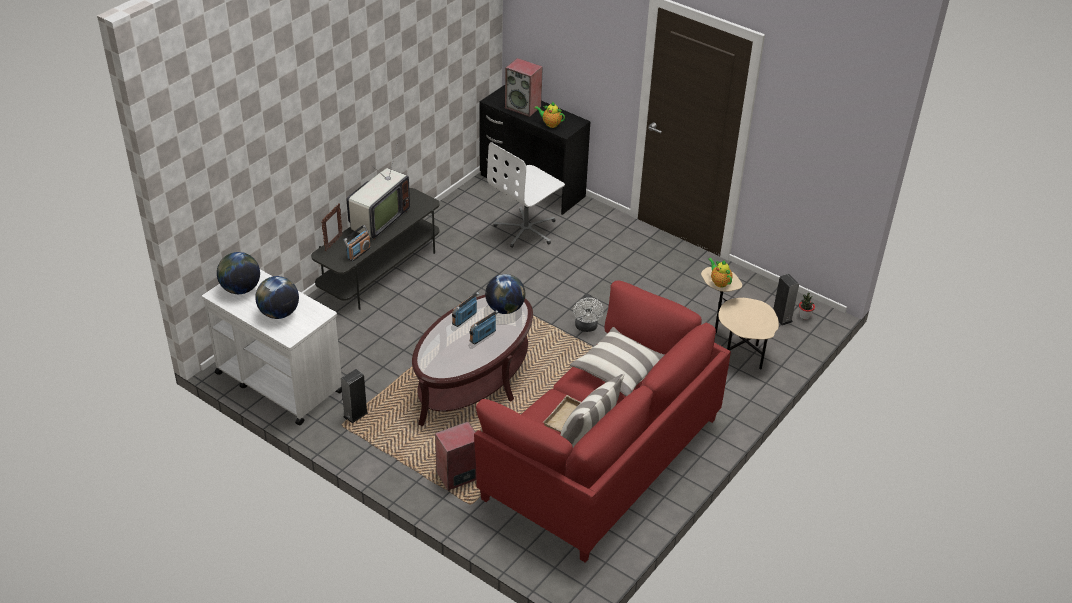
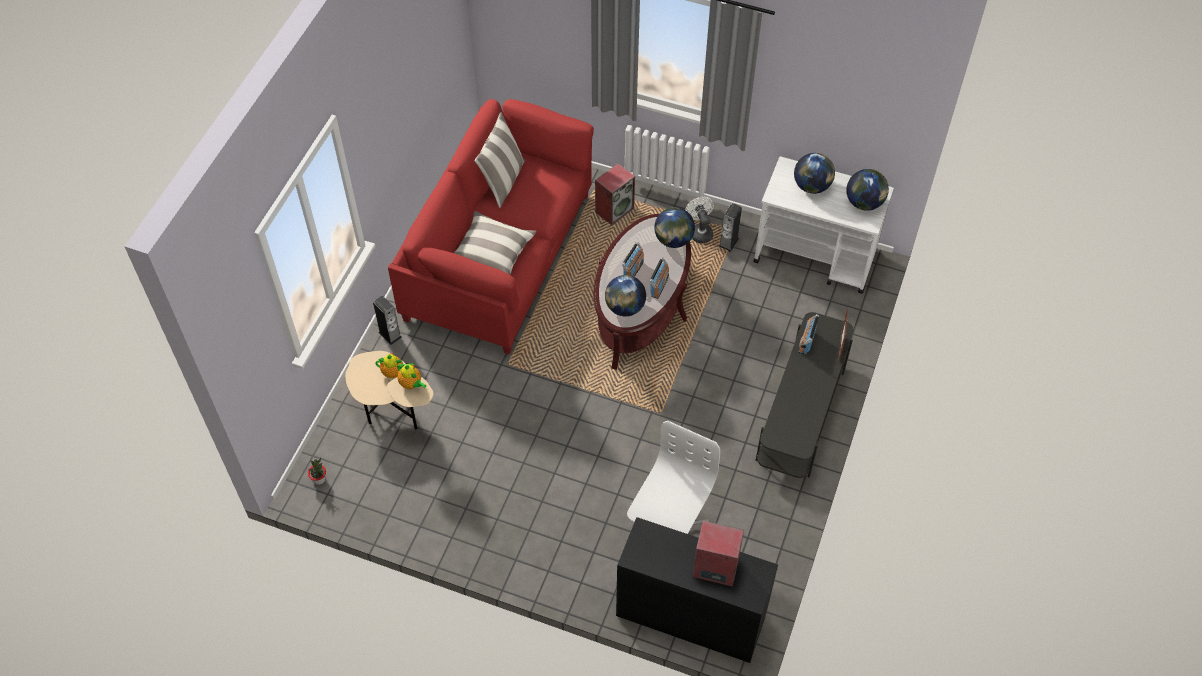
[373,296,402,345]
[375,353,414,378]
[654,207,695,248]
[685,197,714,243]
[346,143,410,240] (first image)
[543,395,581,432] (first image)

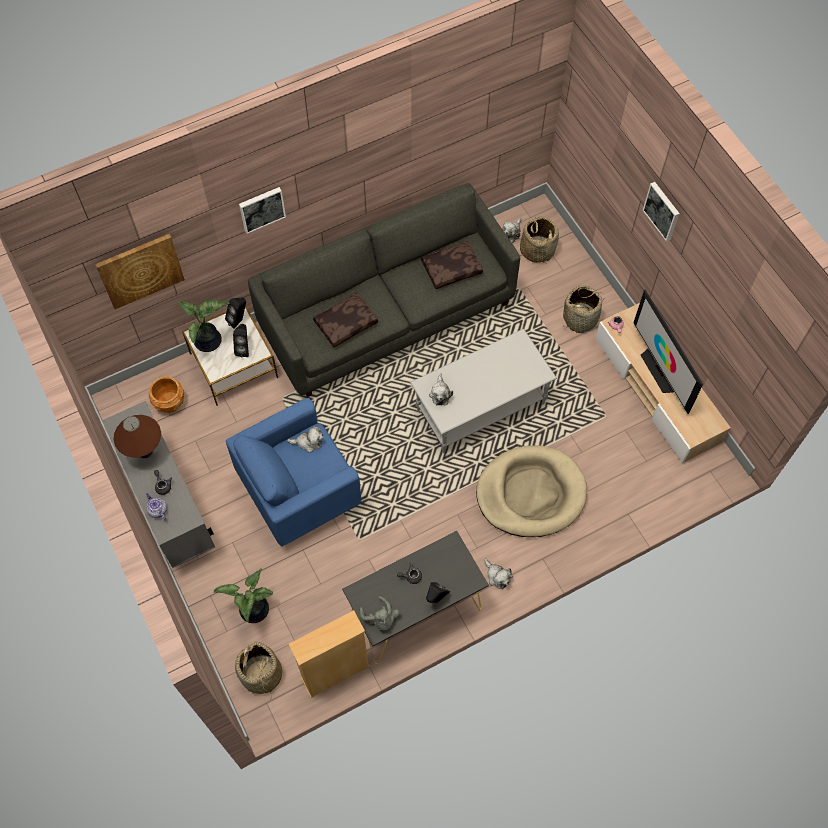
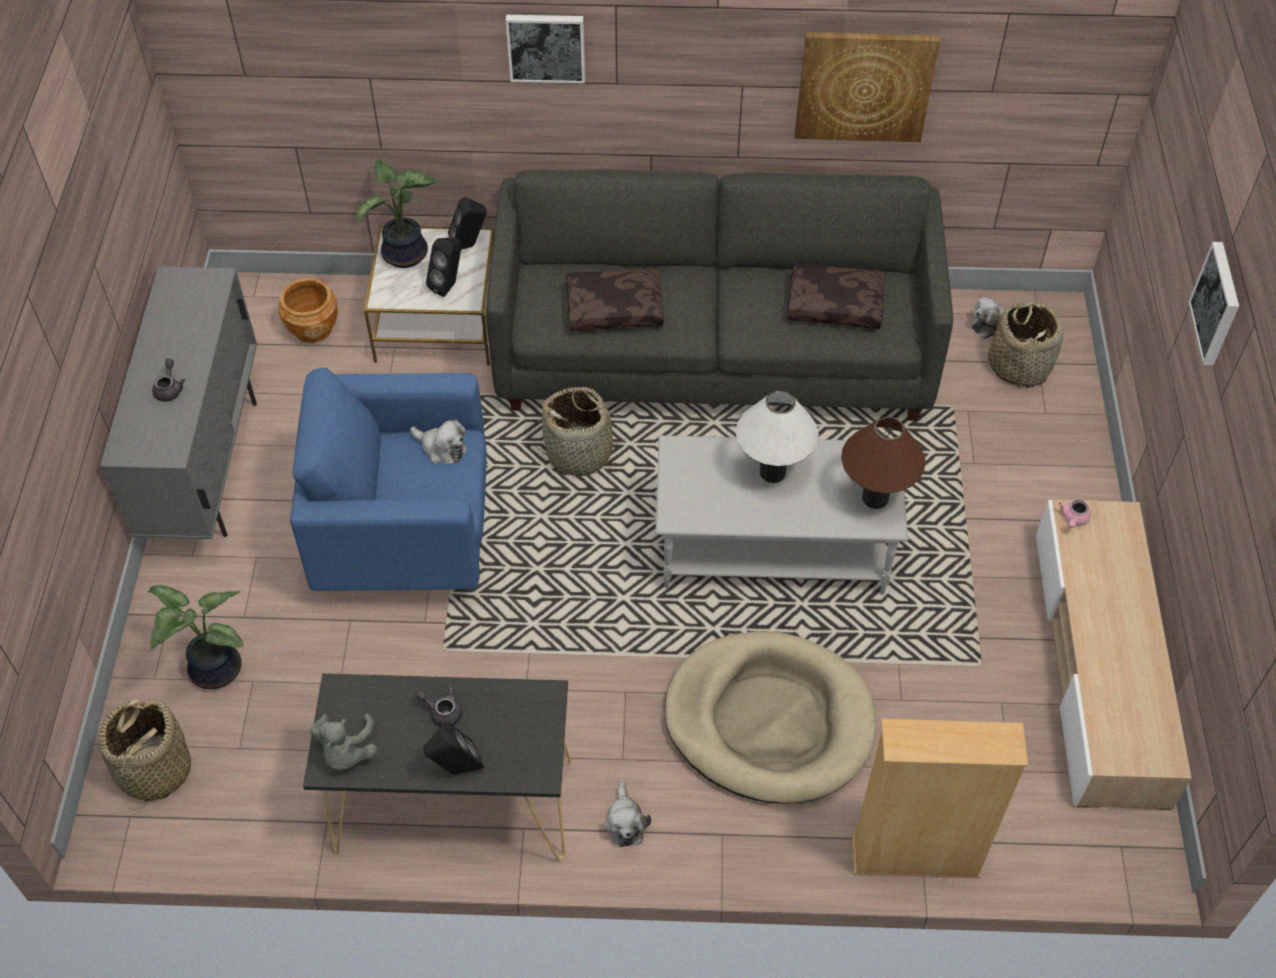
[536,387,628,476]
[736,391,819,483]
[795,32,940,142]
[841,417,925,509]
[852,719,1028,878]
[146,493,167,520] (first image)
[429,373,453,405] (first image)
[633,290,703,414] (first image)

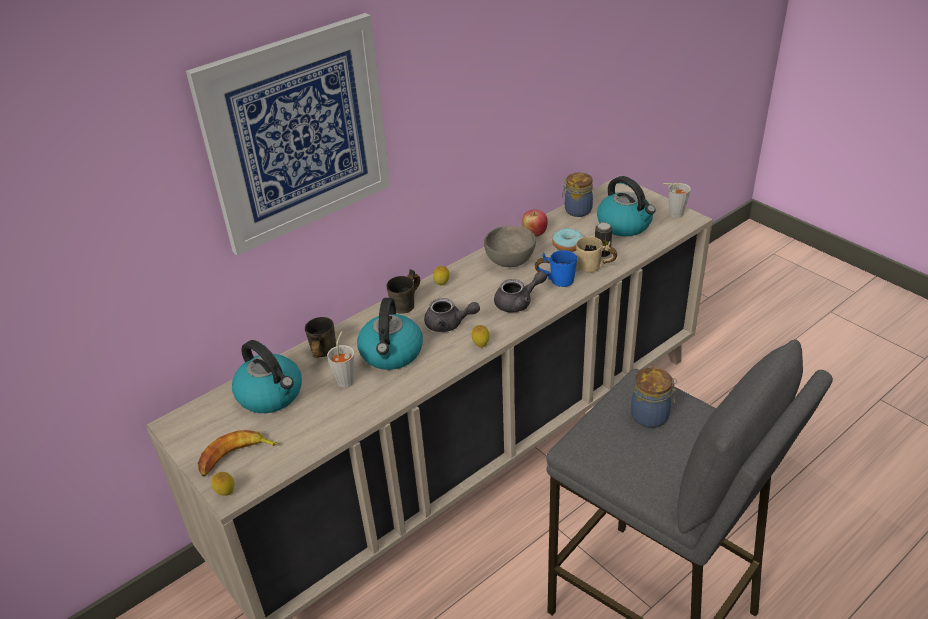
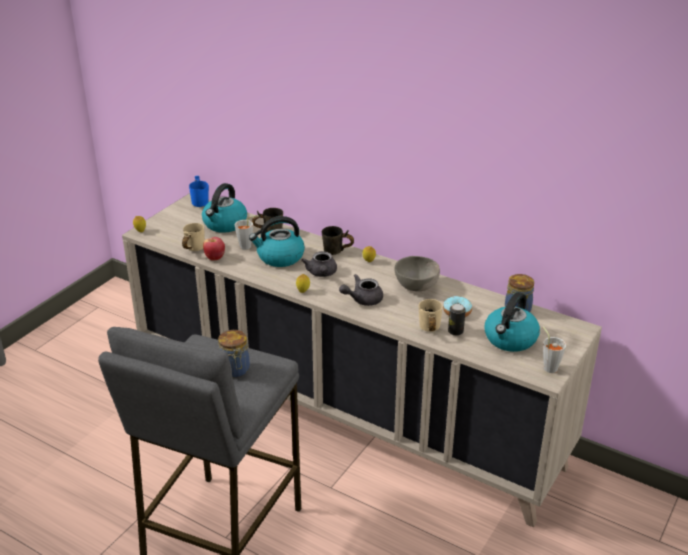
[182,223,205,251]
[189,176,209,207]
[203,237,225,261]
[339,274,383,306]
[186,13,391,256] (first image)
[197,430,280,477] (first image)

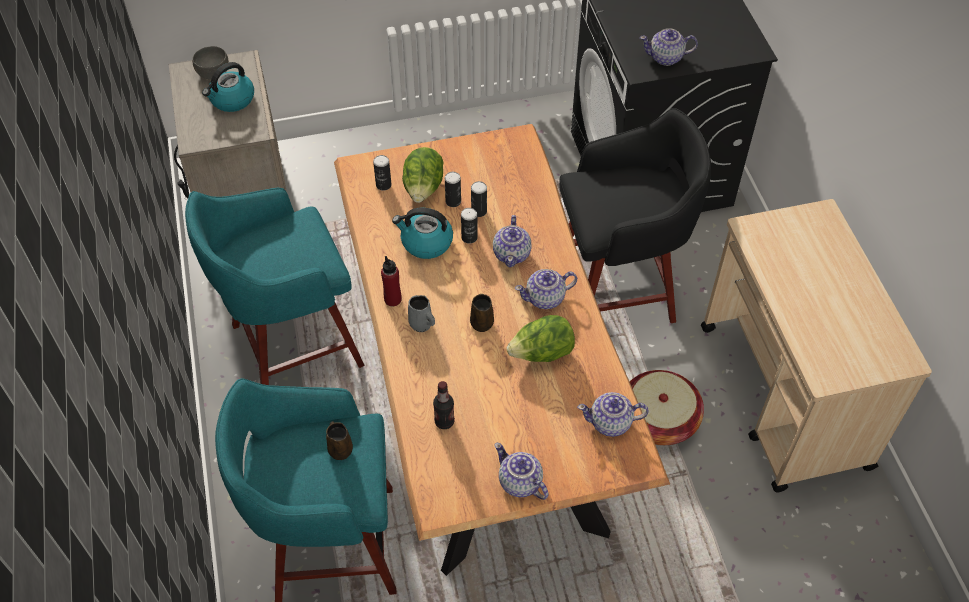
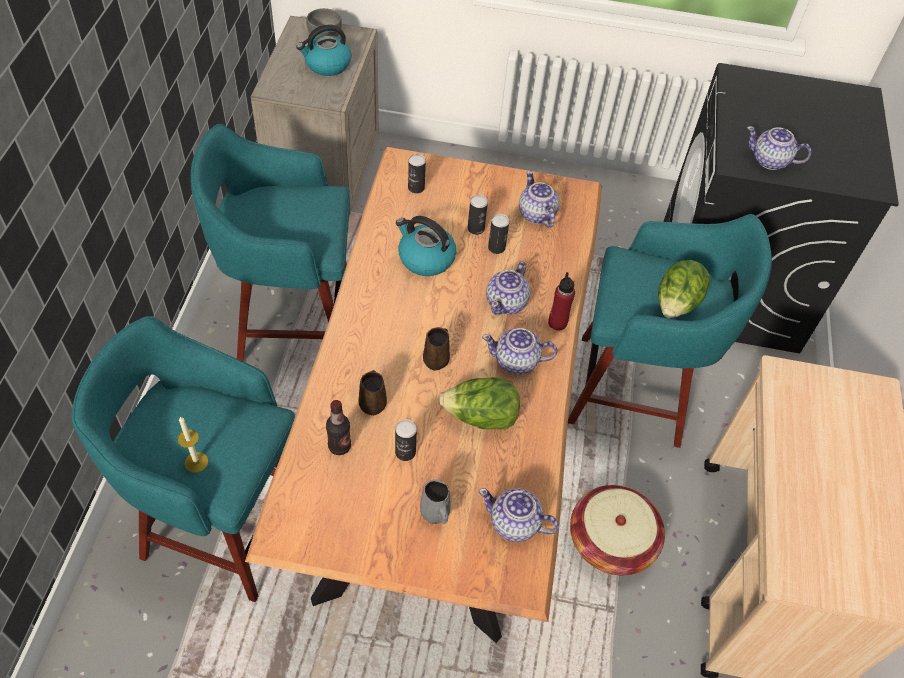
[177,416,208,473]
[359,370,387,415]
[395,419,417,461]
[420,479,450,524]
[519,171,559,228]
[548,272,575,330]
[568,214,772,448]
[658,260,711,318]

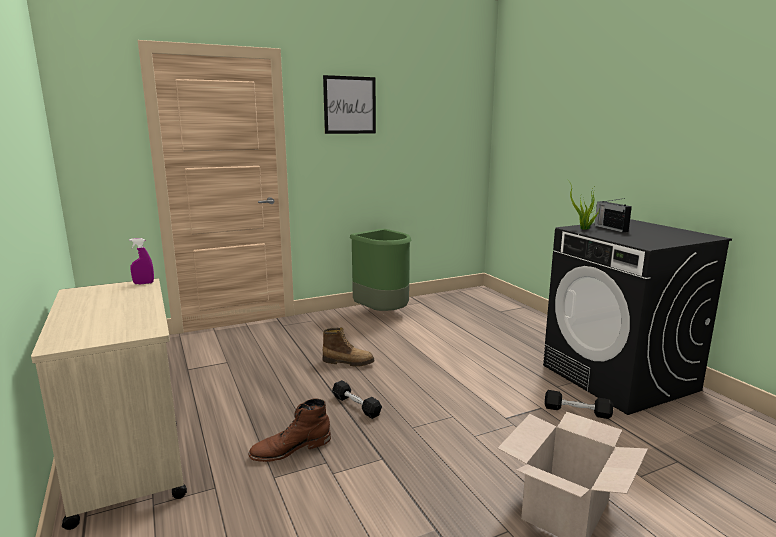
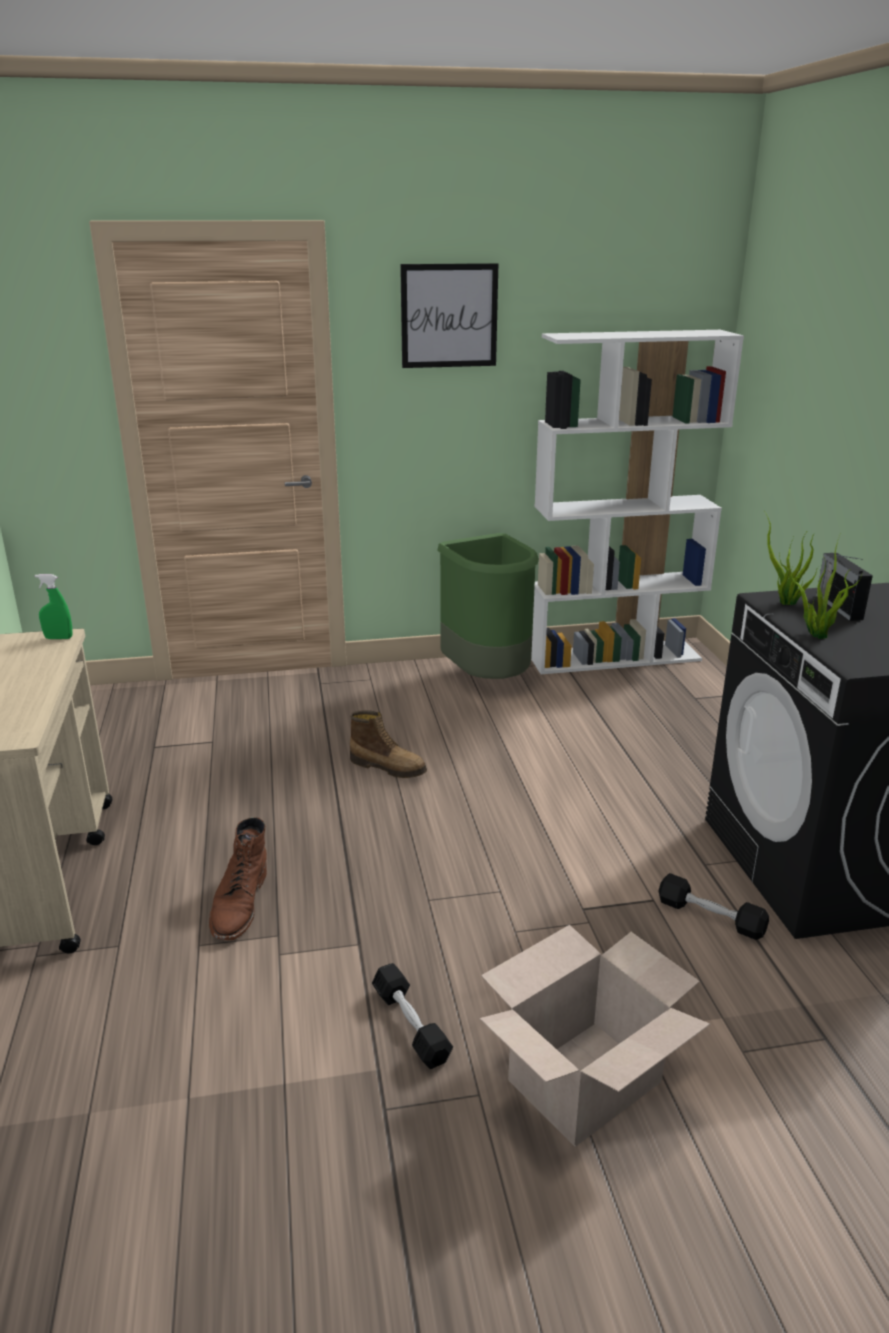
[35,574,72,639]
[209,817,267,941]
[372,963,453,1069]
[531,330,744,674]
[791,534,862,639]

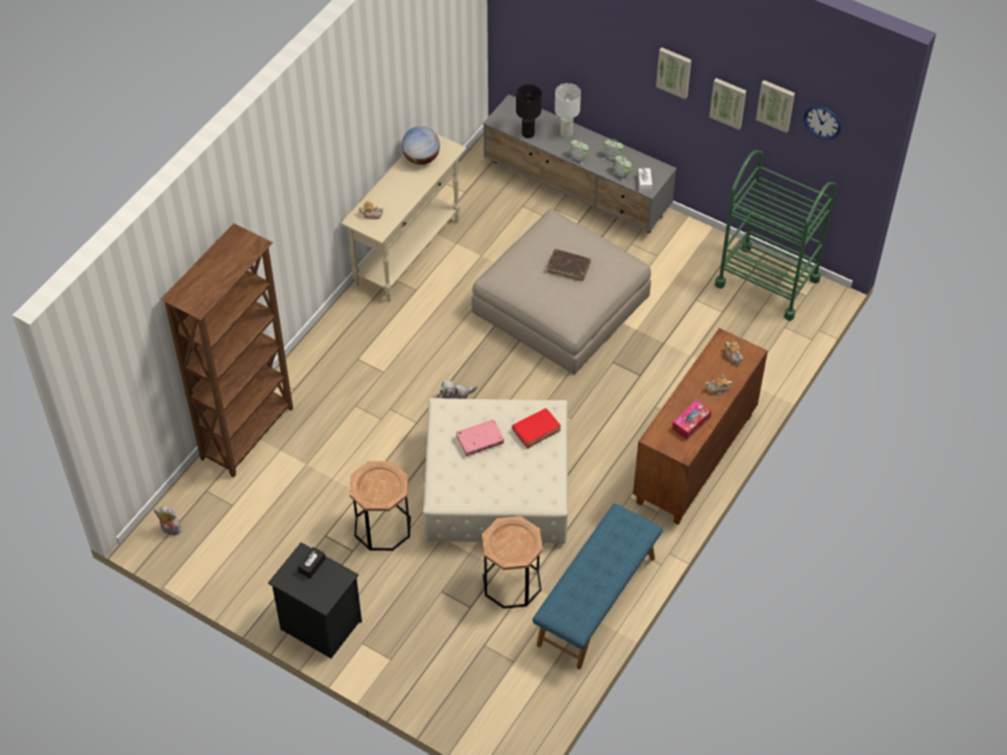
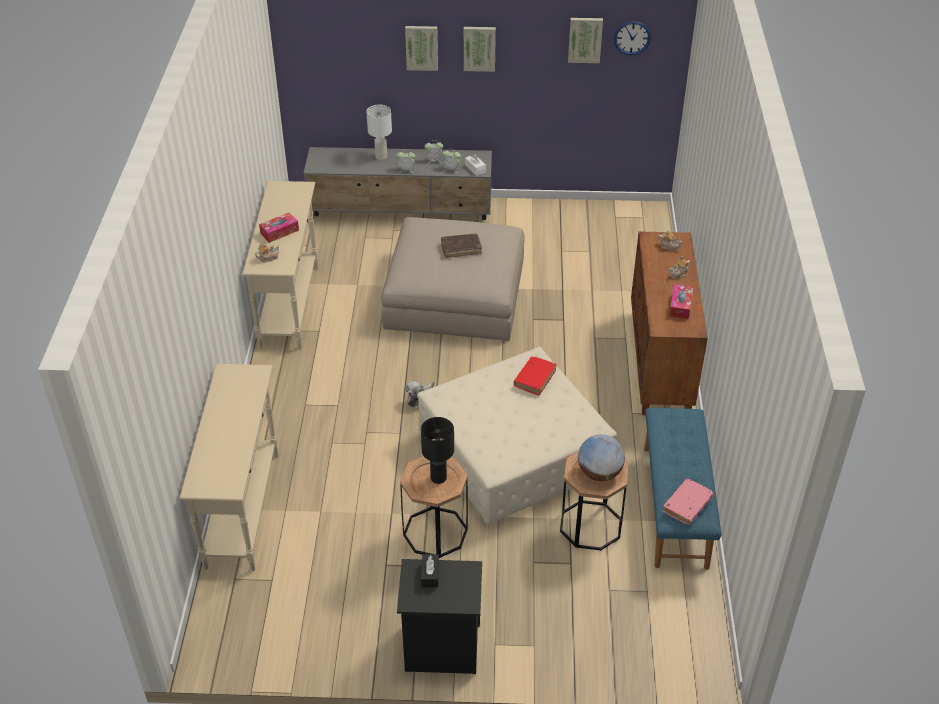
[179,364,278,571]
[259,213,299,243]
[405,26,438,71]
[421,417,454,484]
[578,434,625,481]
[663,479,714,525]
[154,506,182,535] (first image)
[715,150,836,321] (first image)

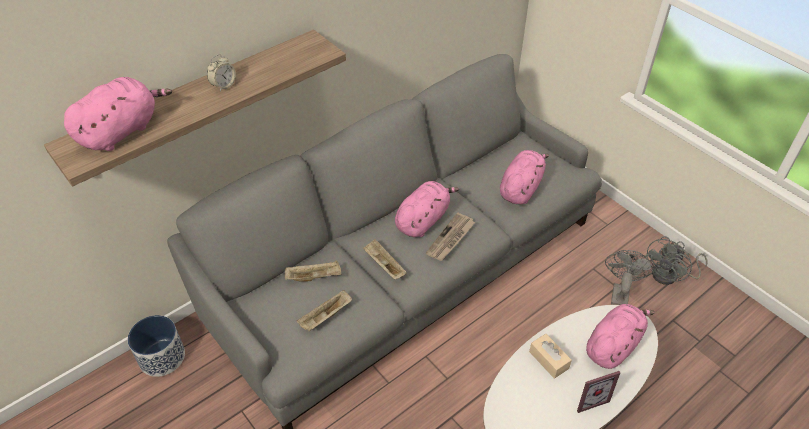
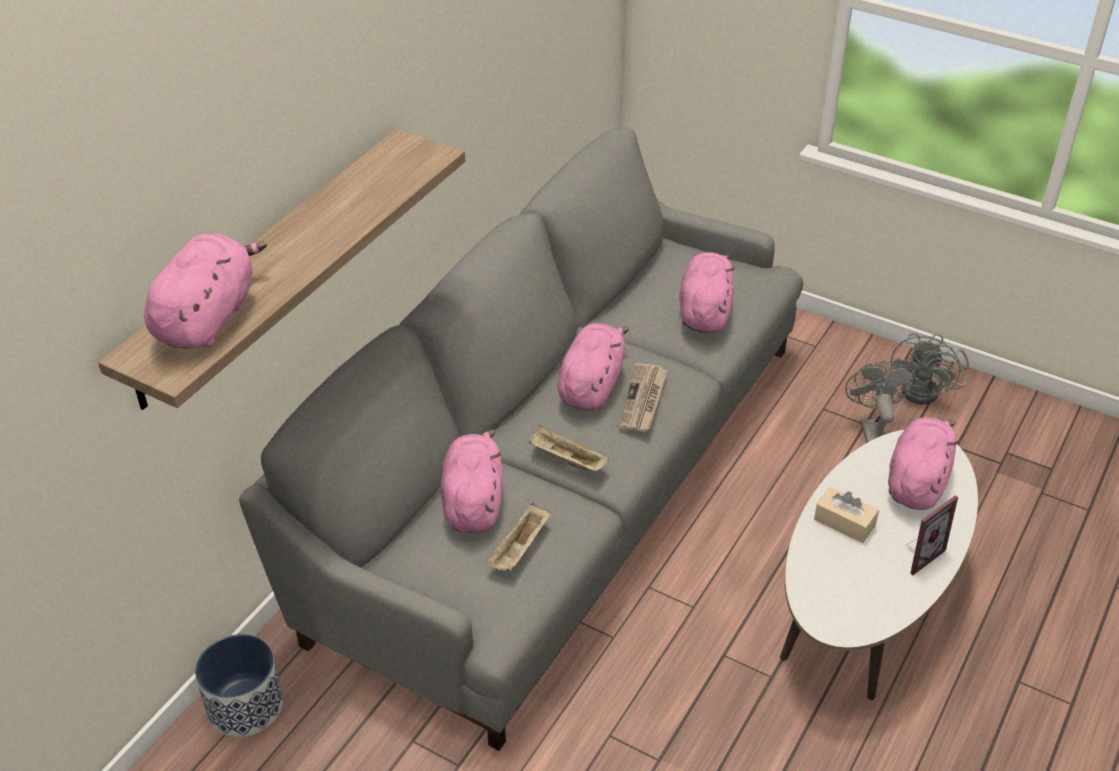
[441,430,503,533]
[207,54,236,92] (first image)

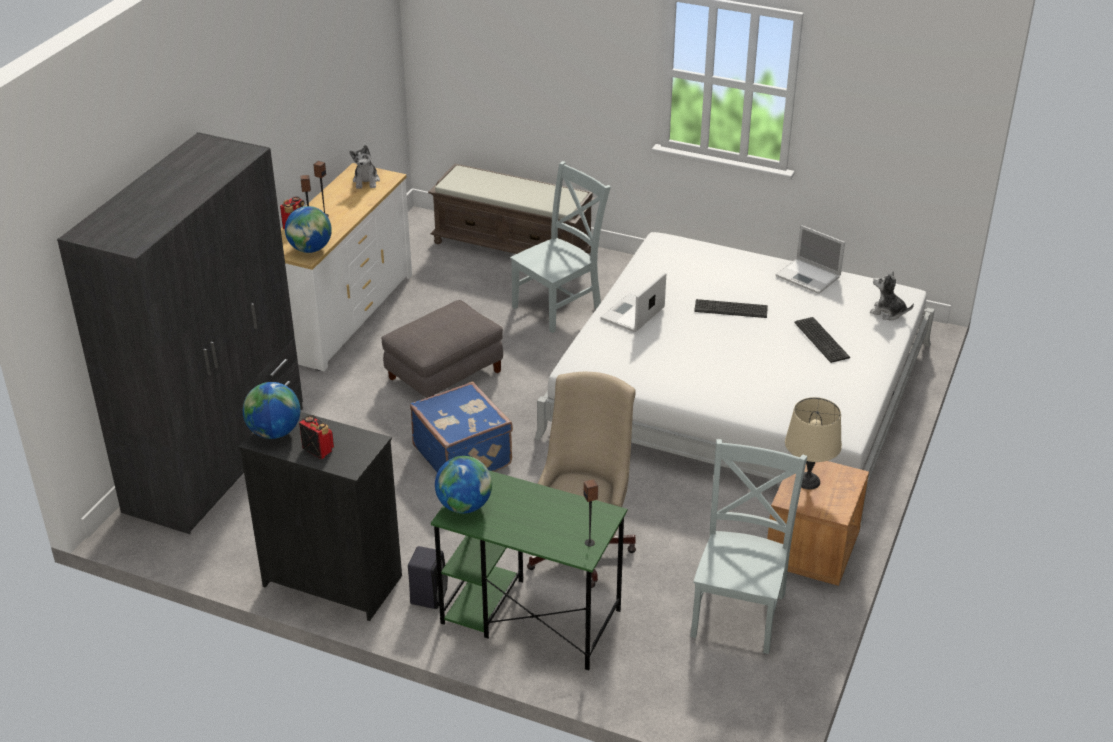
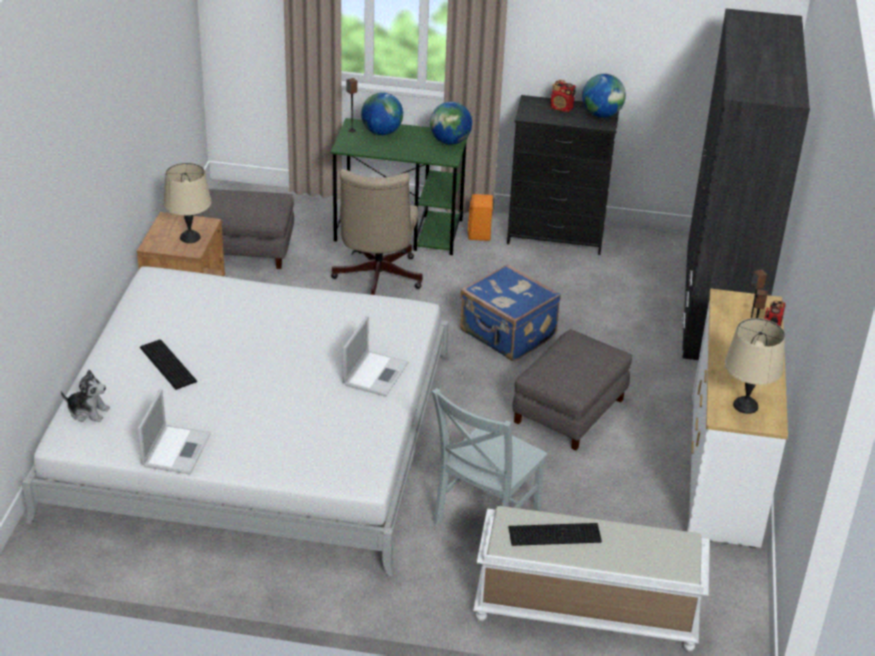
[137,389,211,474]
[193,189,294,269]
[361,93,403,135]
[468,194,493,241]
[473,506,710,651]
[508,523,602,546]
[725,318,785,414]

